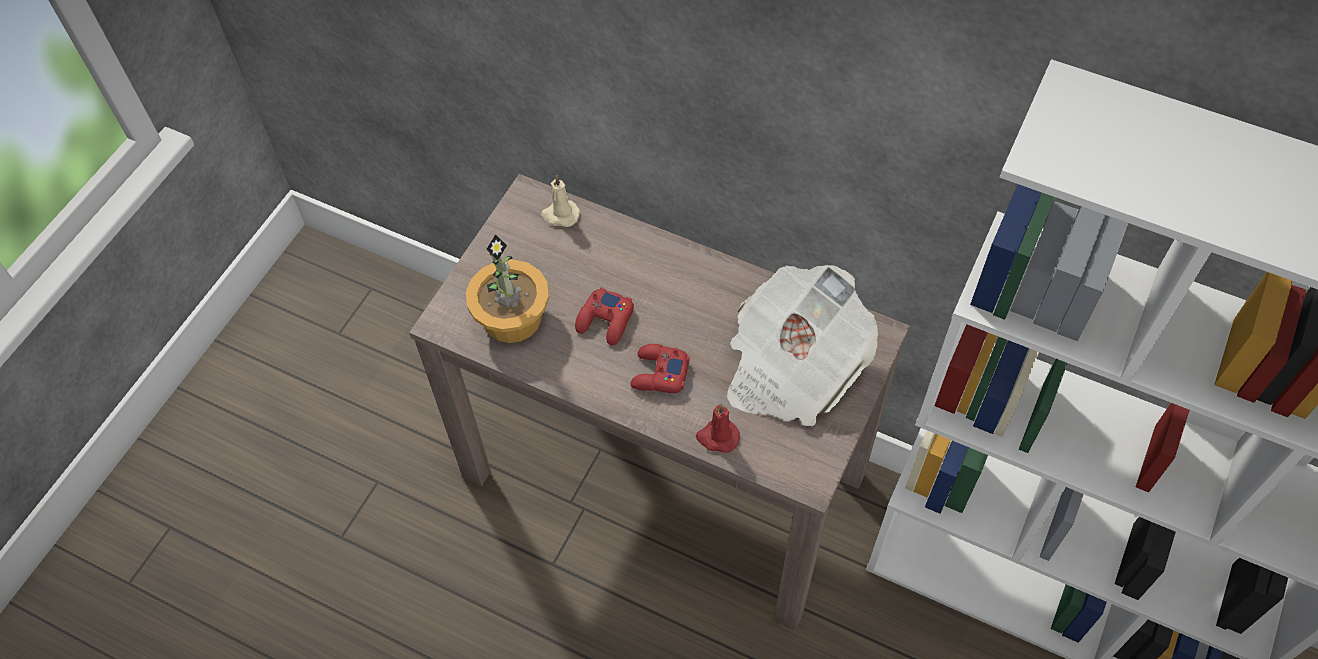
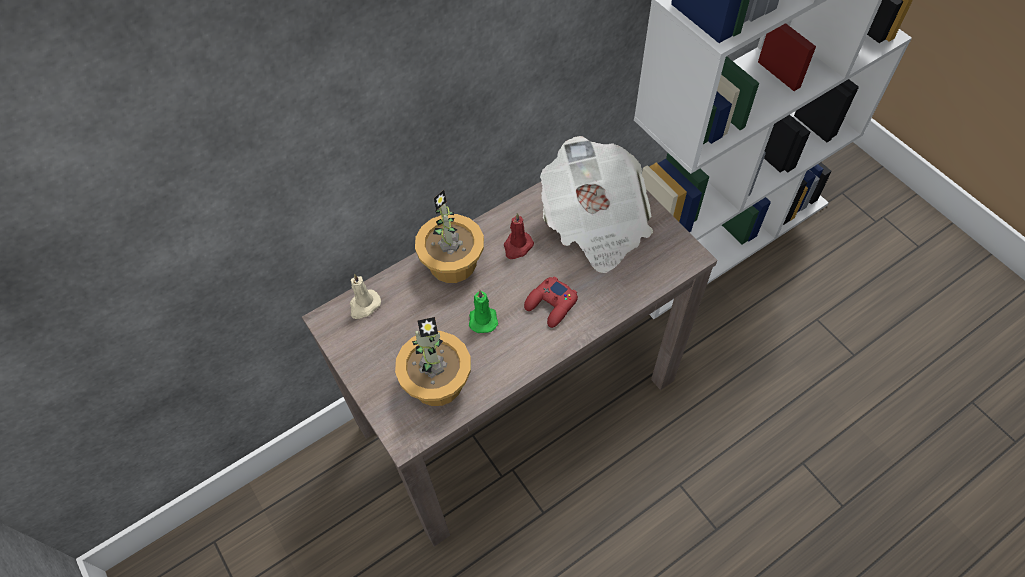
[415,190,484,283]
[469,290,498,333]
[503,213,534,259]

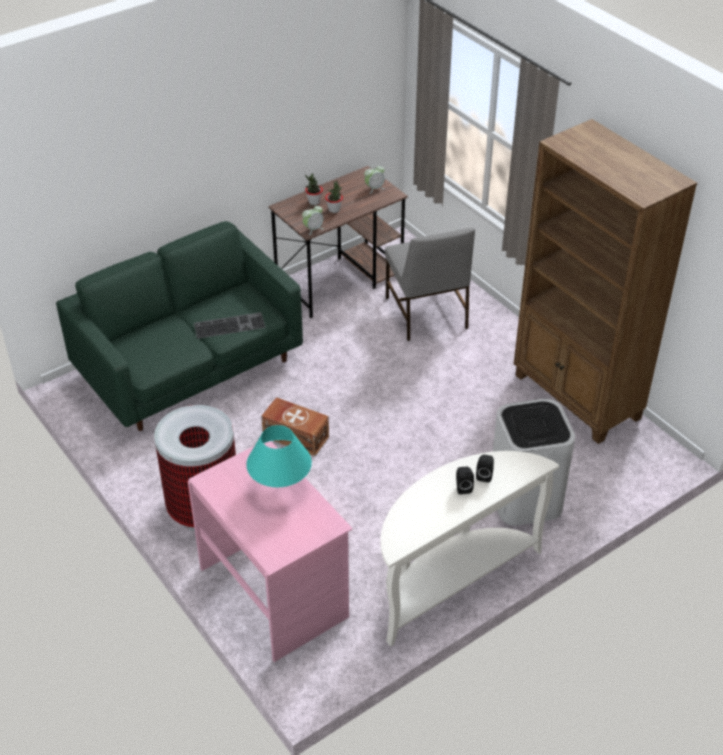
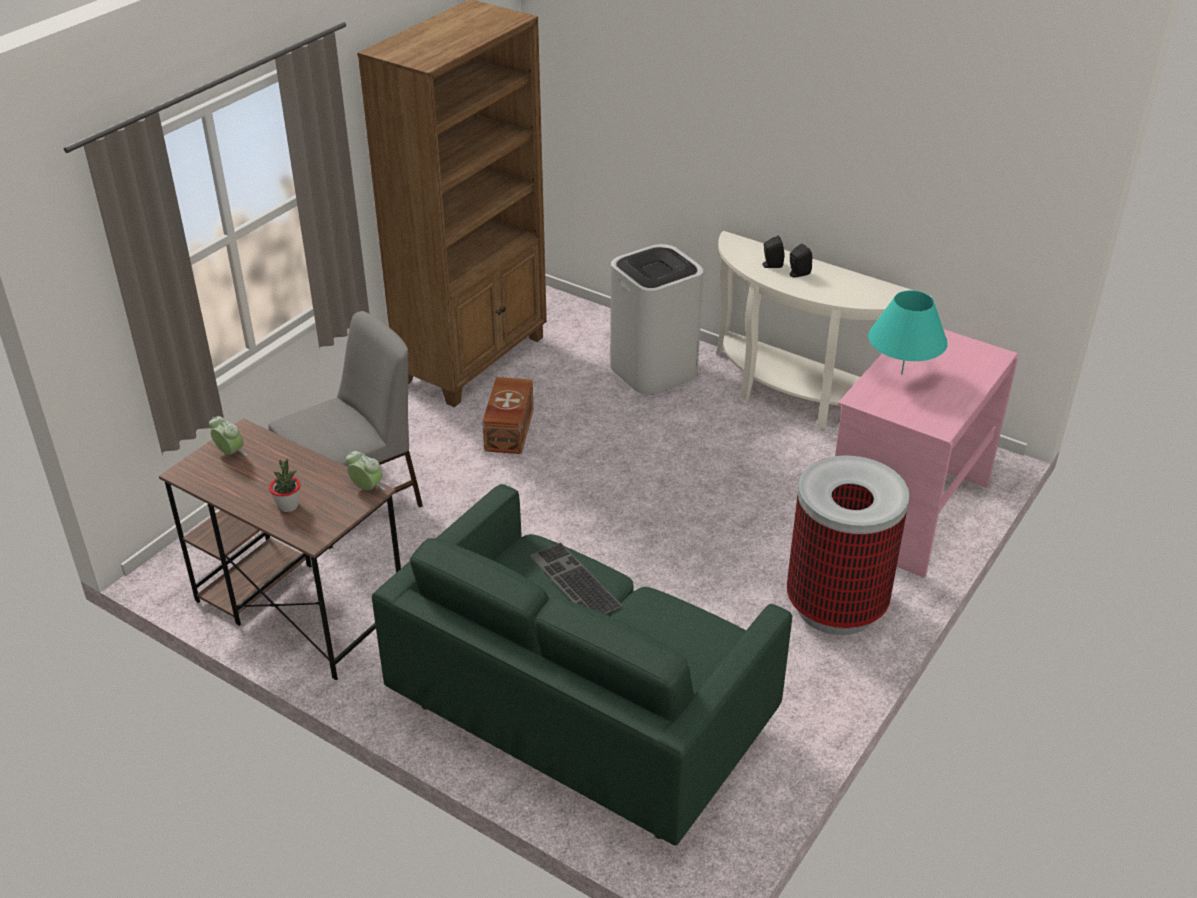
[482,377,534,454]
[325,181,343,213] (first image)

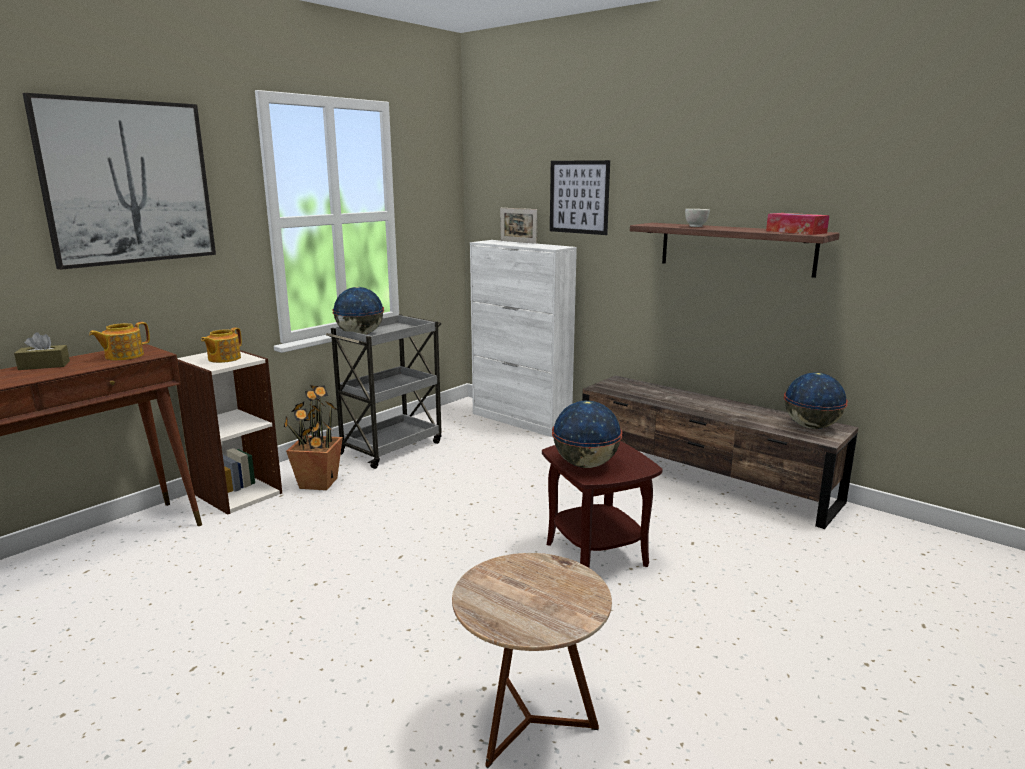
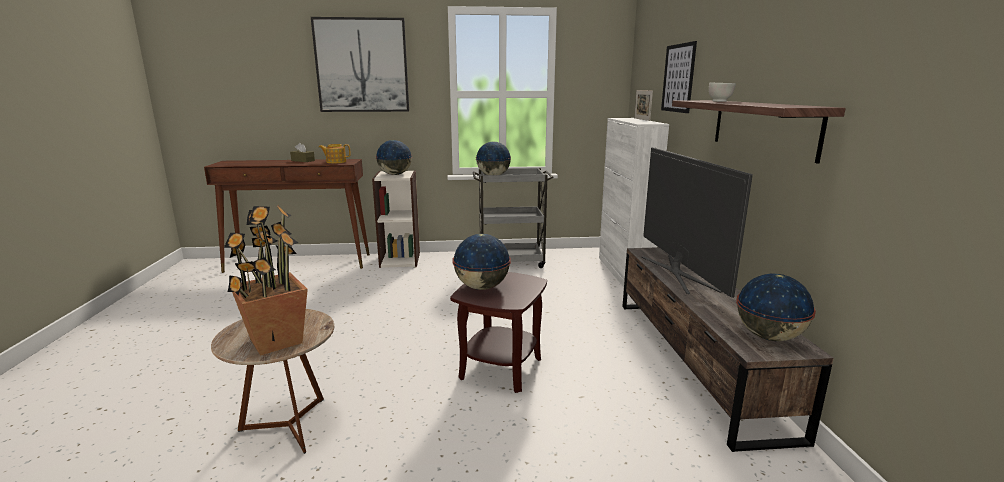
[224,205,308,356]
[376,140,412,175]
[641,147,753,298]
[766,213,829,235] (first image)

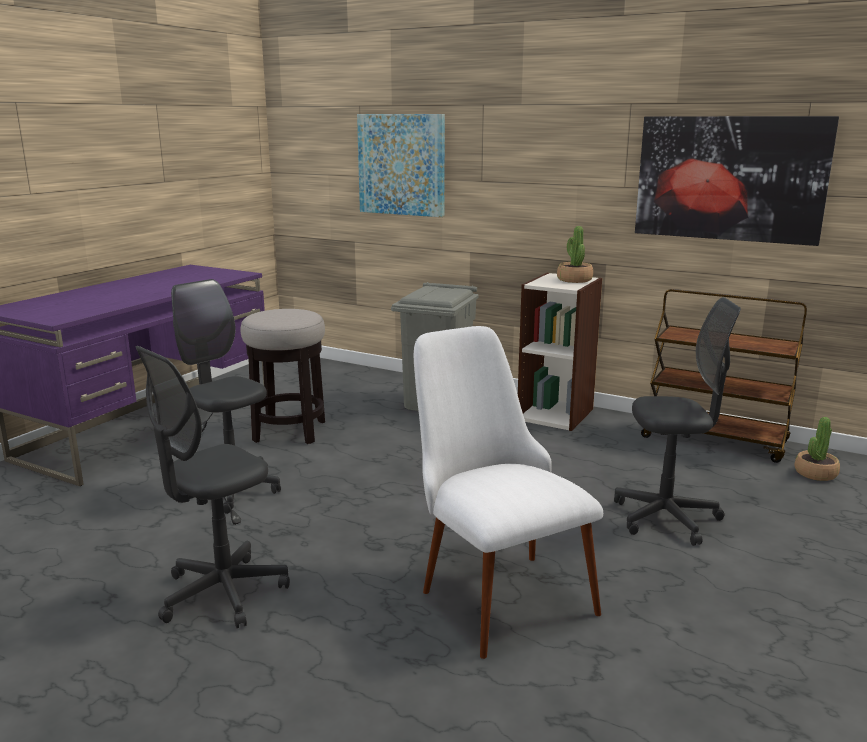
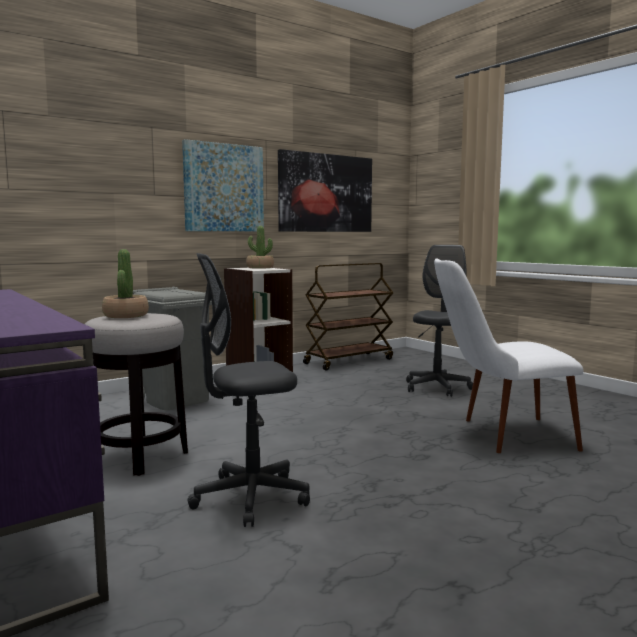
[102,249,149,318]
[182,139,264,231]
[135,346,290,628] (first image)

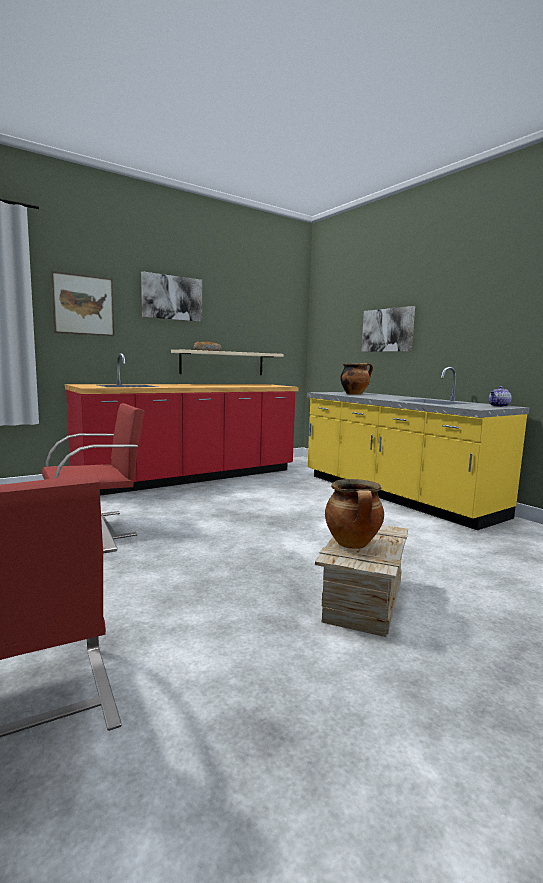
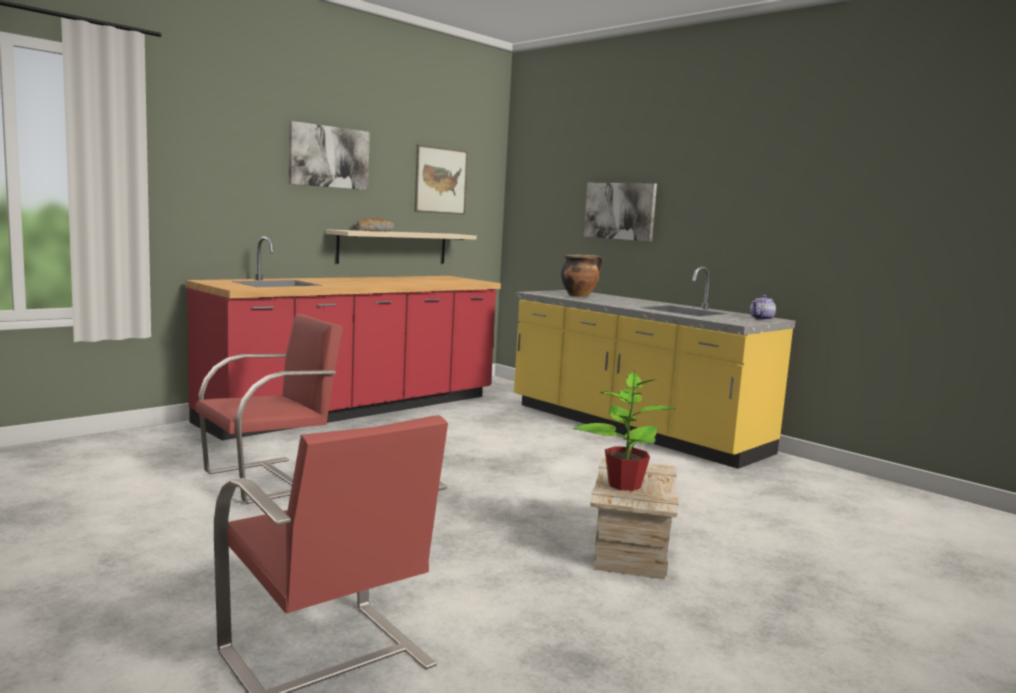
[415,144,468,215]
[573,371,675,491]

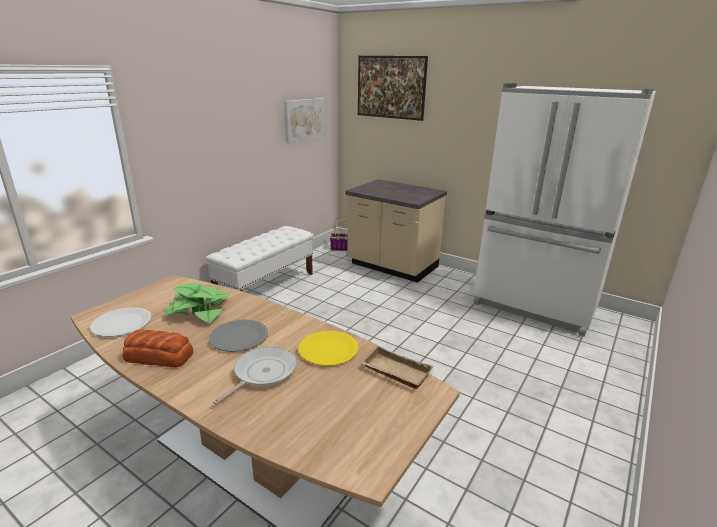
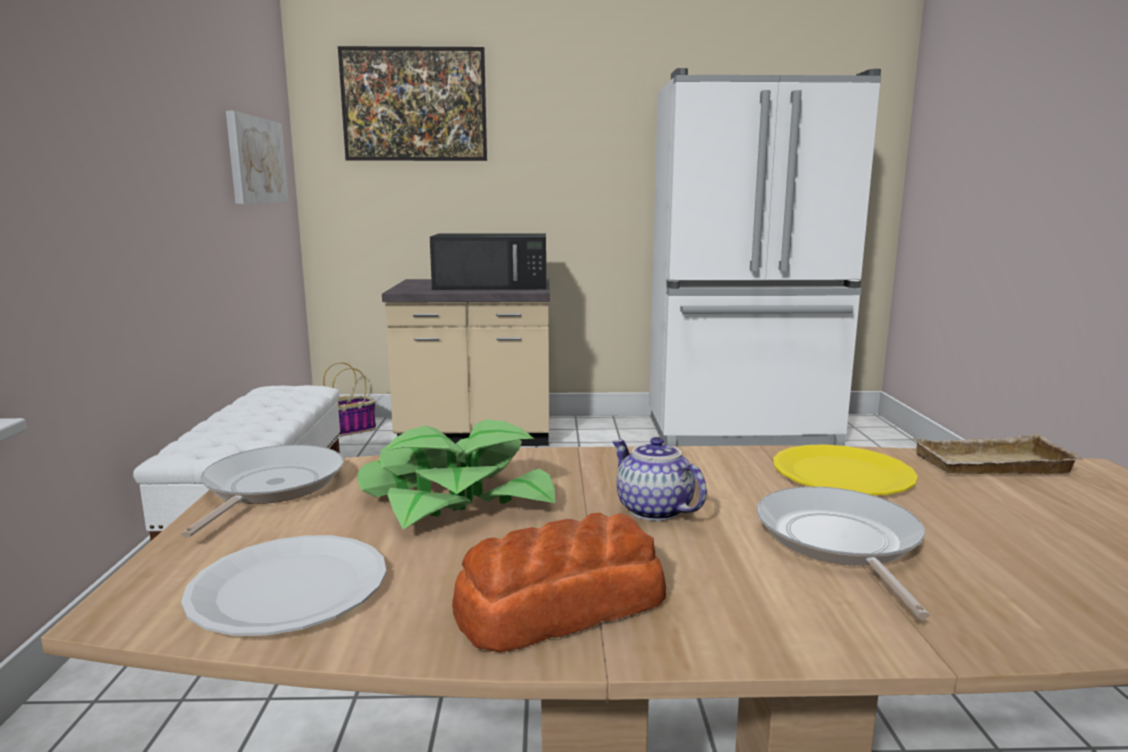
[181,445,344,538]
[430,233,546,290]
[612,437,707,521]

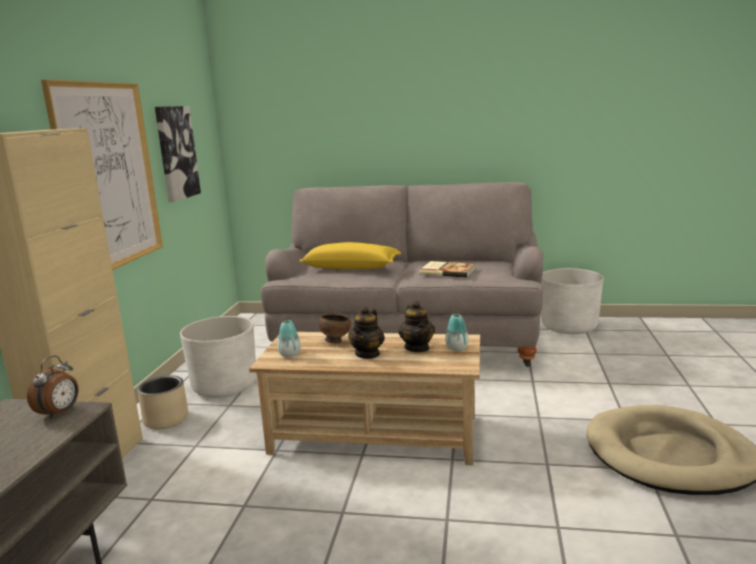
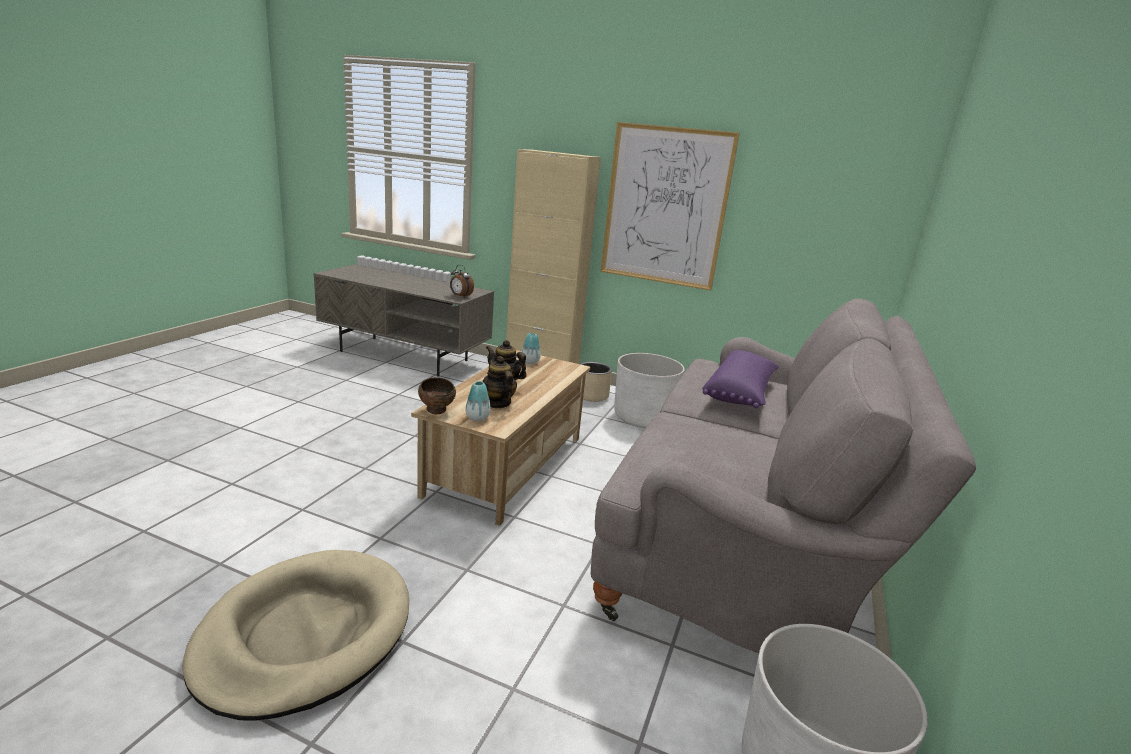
[418,377,456,414]
[482,356,517,408]
[702,350,779,408]
[155,106,201,202] (first image)
[419,261,476,278] (first image)

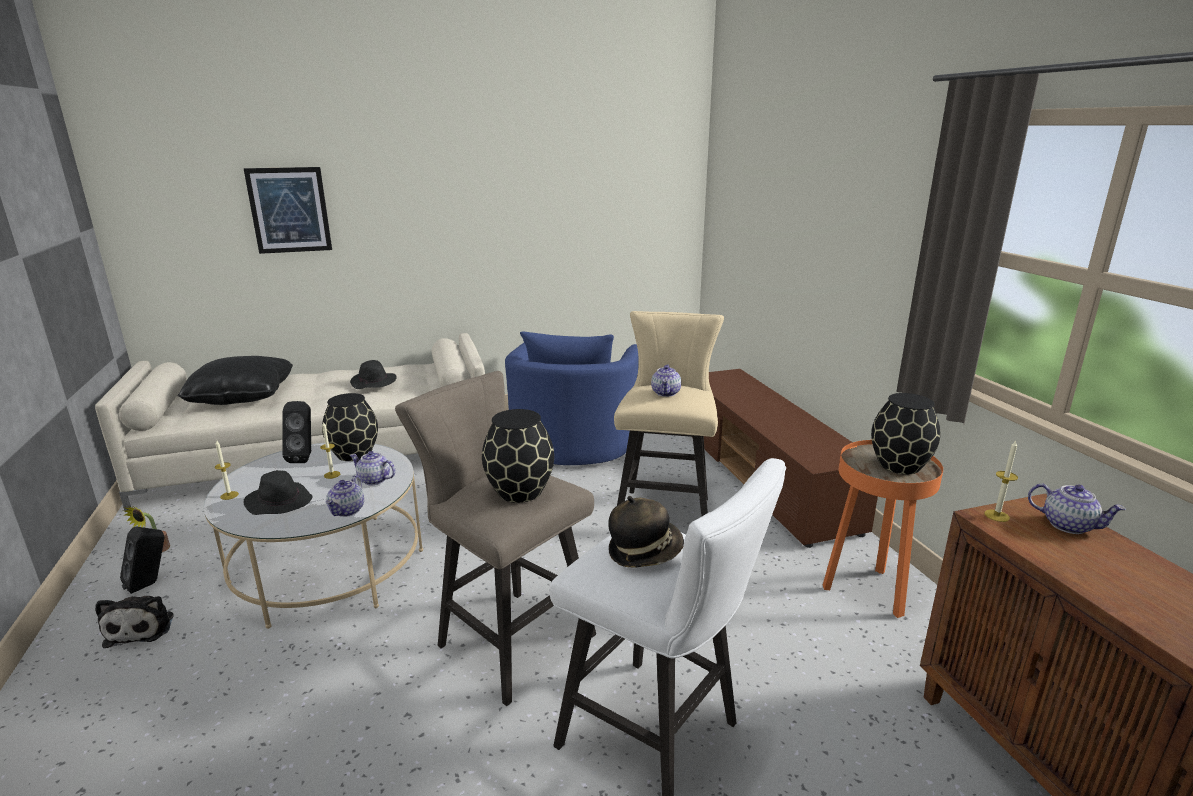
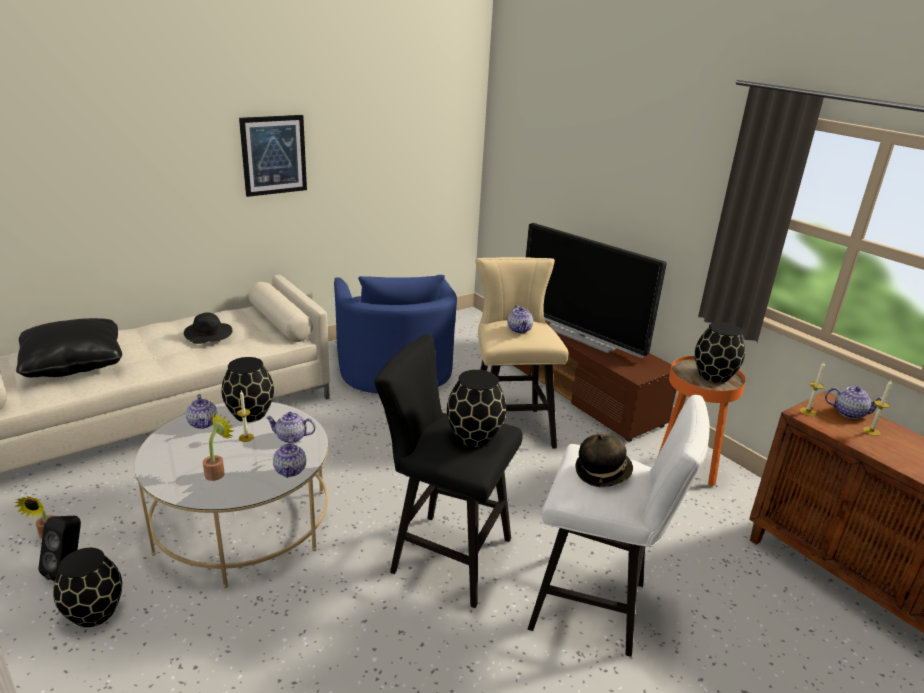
[53,548,122,627]
[186,394,218,429]
[203,413,233,481]
[239,115,307,197]
[374,334,523,608]
[526,223,667,358]
[863,380,892,436]

